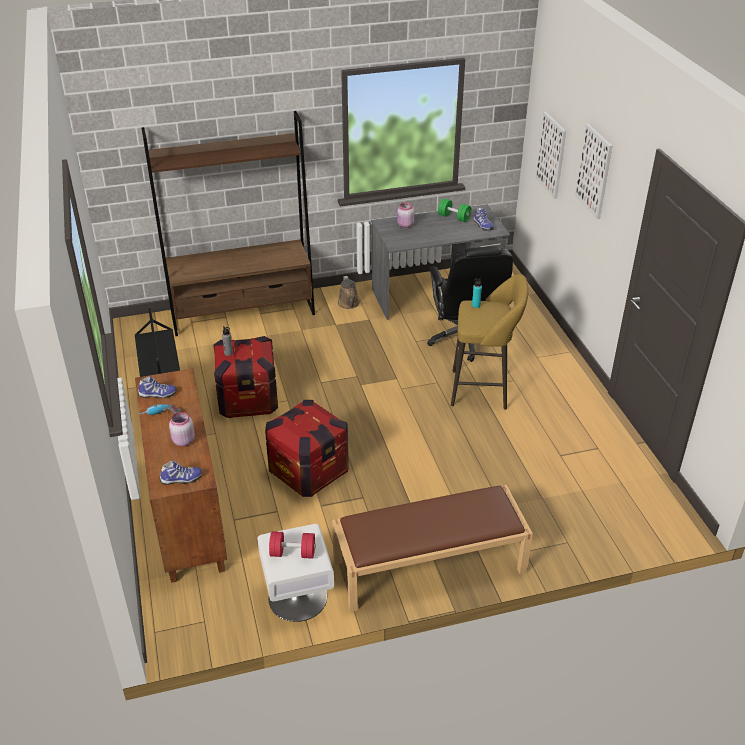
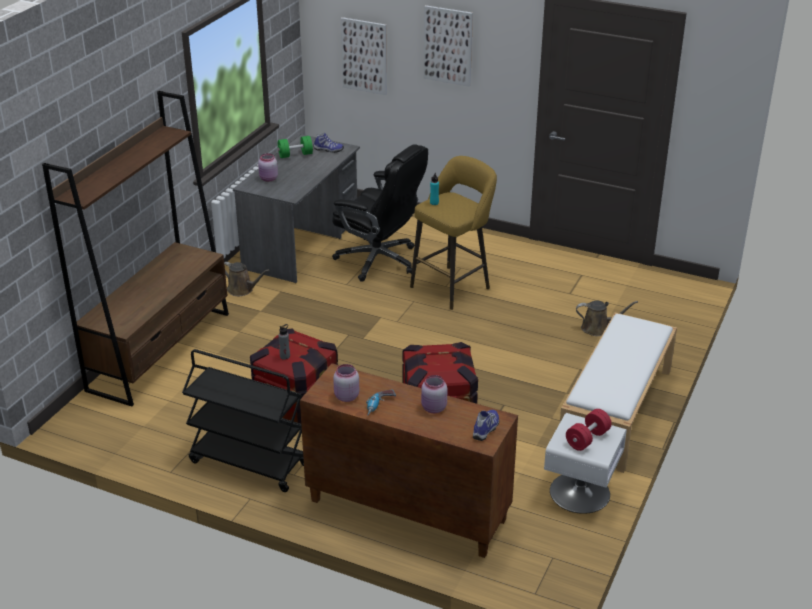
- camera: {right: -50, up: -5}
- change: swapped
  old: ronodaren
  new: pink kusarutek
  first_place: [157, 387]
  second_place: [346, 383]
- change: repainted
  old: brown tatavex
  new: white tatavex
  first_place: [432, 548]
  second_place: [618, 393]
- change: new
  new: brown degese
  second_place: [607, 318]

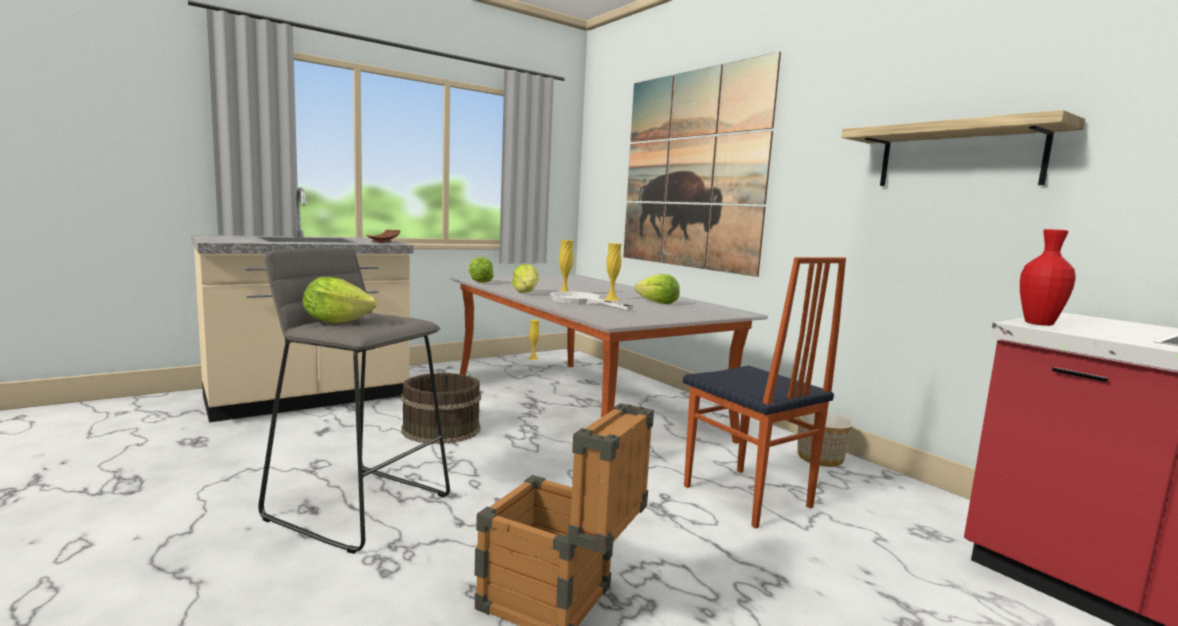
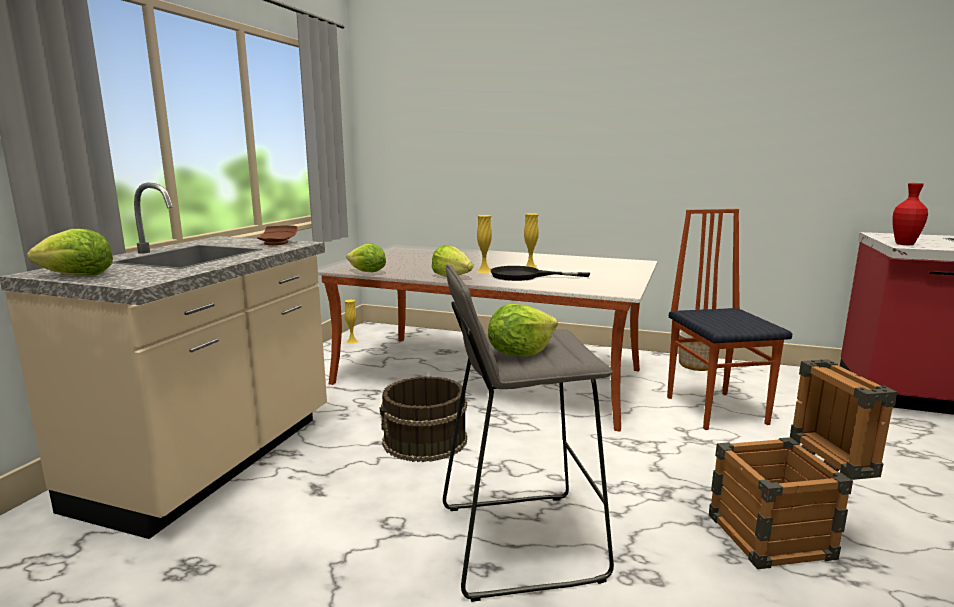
- camera: {right: -35, up: 5}
- change: gone
  old: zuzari
  first_place: [702, 164]
- change: gone
  old: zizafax
  first_place: [963, 148]
- change: rotated
  old: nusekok
  first_place: [764, 393]
  second_place: [729, 319]
  degrees: -120
- change: shifted
  old: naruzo
  first_place: [657, 289]
  second_place: [70, 252]
- change: repainted
  old: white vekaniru
  new: black vekaniru
  first_place: [592, 300]
  second_place: [540, 273]

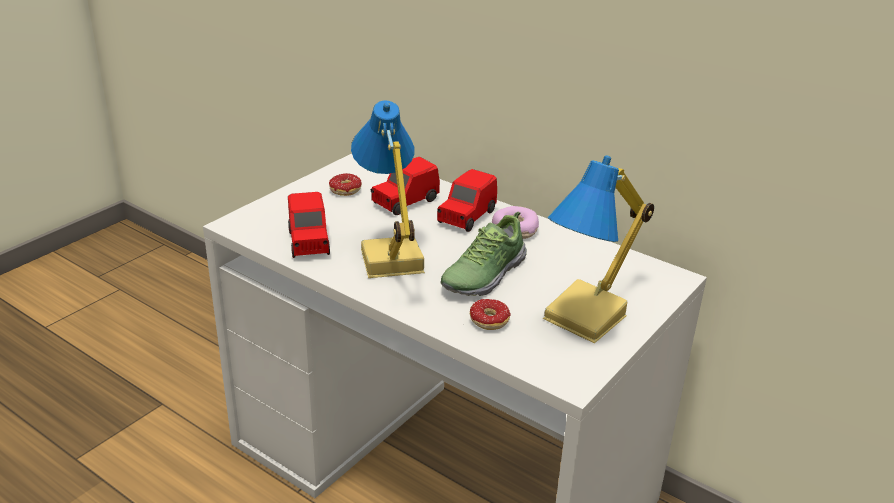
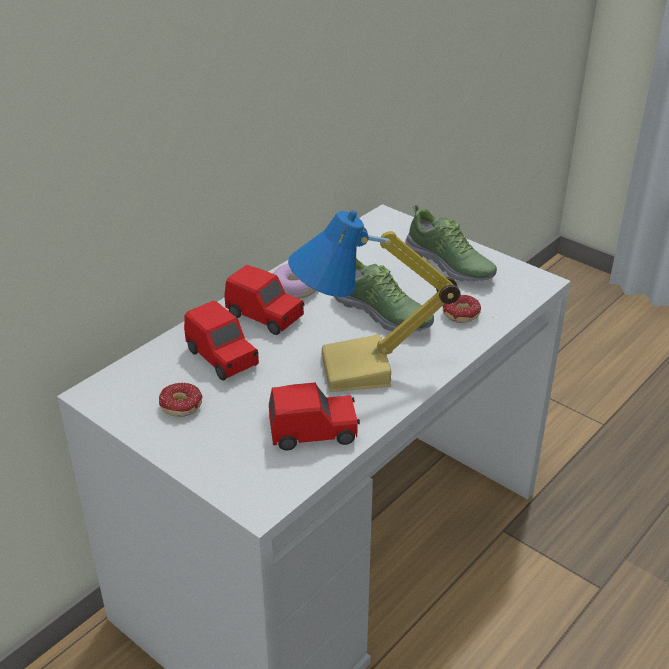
- camera: {right: -85, up: 5}
- change: swapped
  old: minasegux
  new: ronodaren
  first_place: [598, 249]
  second_place: [451, 243]

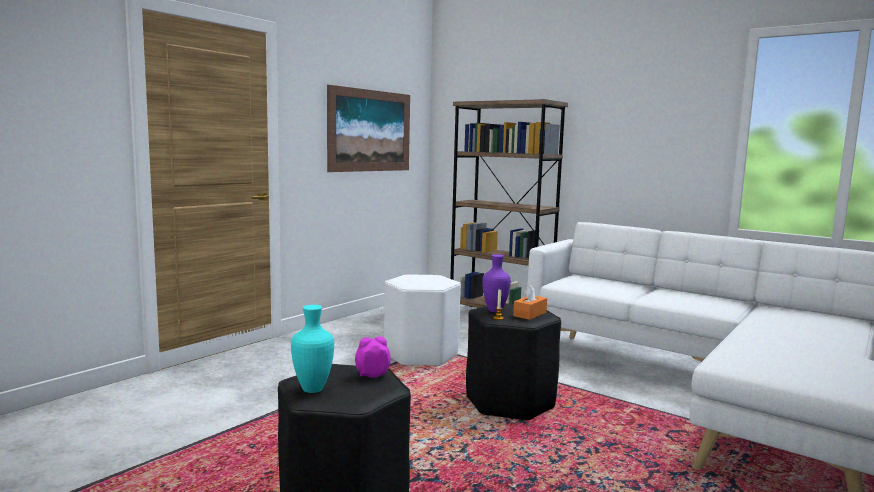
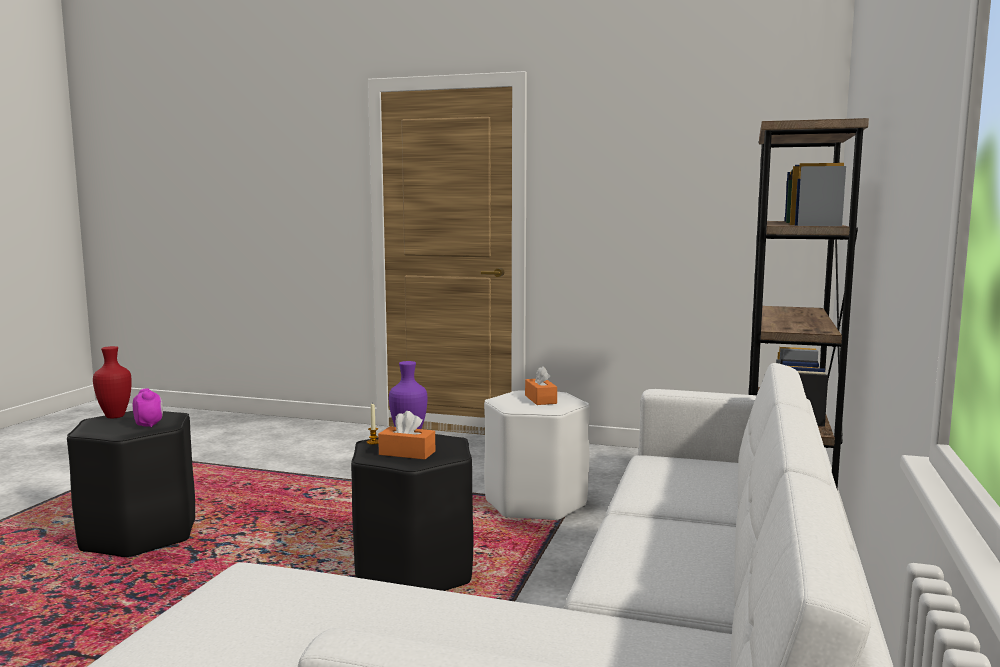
- camera: {right: 70, up: 0}
- change: gone
  old: zuzari
  first_place: [368, 128]
- change: repainted
  old: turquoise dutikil
  new: red dutikil
  first_place: [312, 349]
  second_place: [112, 382]
- change: new
  new: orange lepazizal
  second_place: [541, 385]

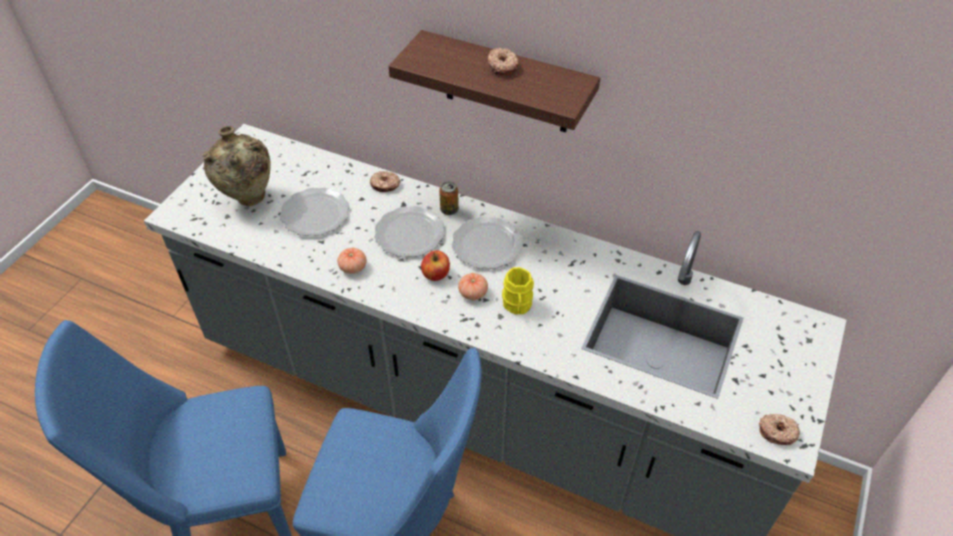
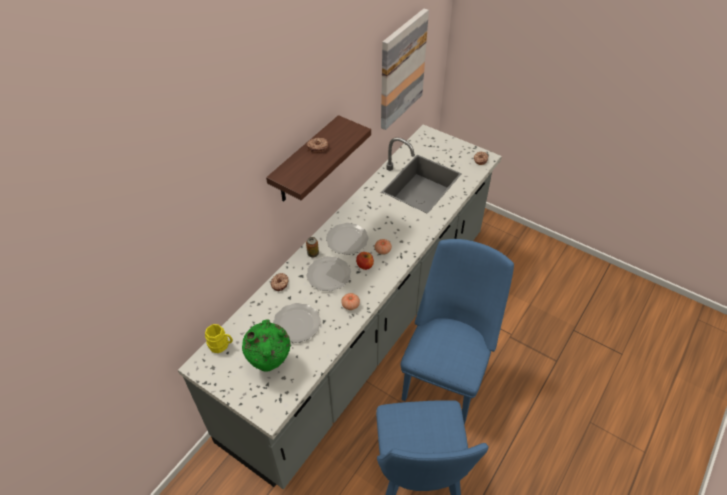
- camera: {right: -80, up: 0}
- change: repainted
  old: beige dutikil
  new: green dutikil
  first_place: [237, 166]
  second_place: [266, 345]
- change: shifted
  old: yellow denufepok
  first_place: [518, 290]
  second_place: [219, 338]
- change: new
  new: zuzari
  second_place: [405, 69]

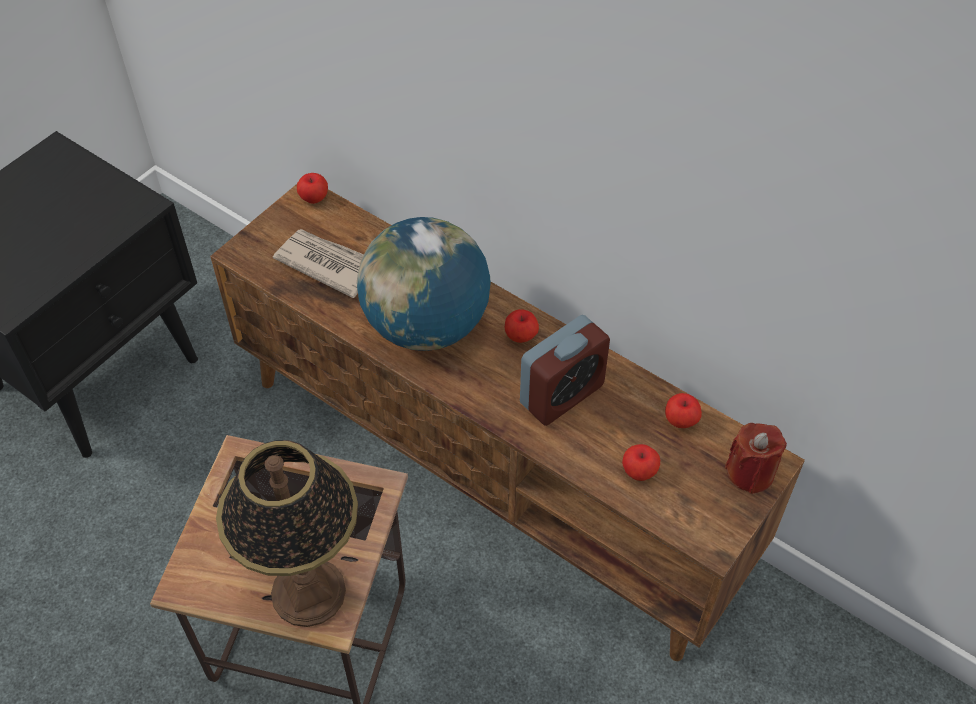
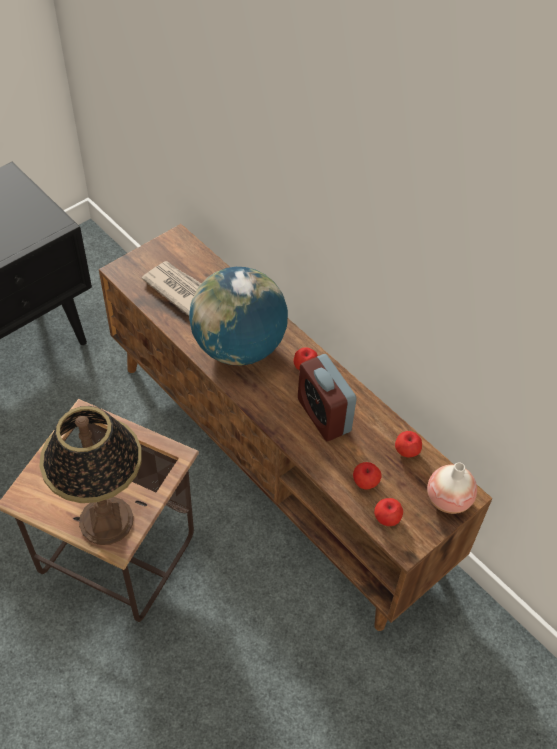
- camera: {right: 10, up: 0}
- change: shifted
  old: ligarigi
  first_place: [312, 188]
  second_place: [388, 512]
- change: rotated
  old: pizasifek
  first_place: [565, 370]
  second_place: [327, 397]
  degrees: 90
- change: swapped
  old: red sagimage
  new: dutikil
  first_place: [756, 458]
  second_place: [452, 488]

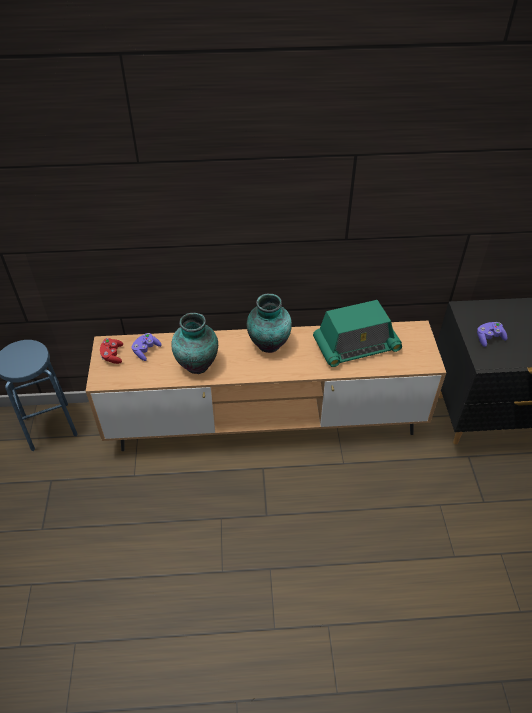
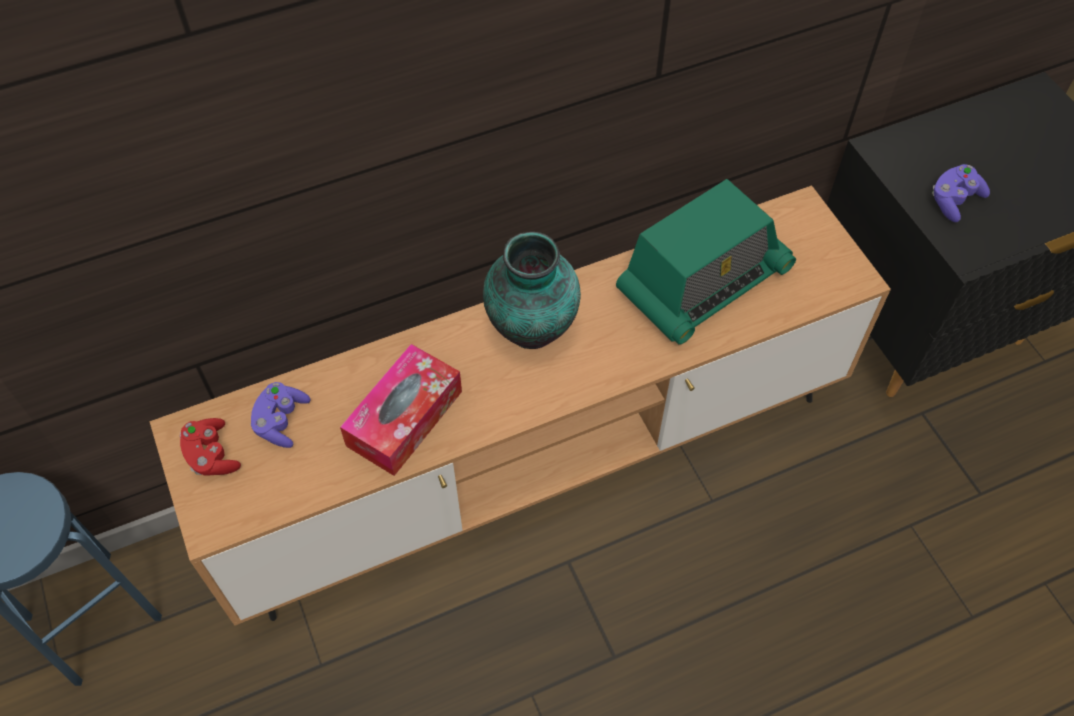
- camera: {right: -20, up: 10}
- change: swapped
  old: dutikil
  new: lepazizal
  first_place: [194, 343]
  second_place: [401, 410]

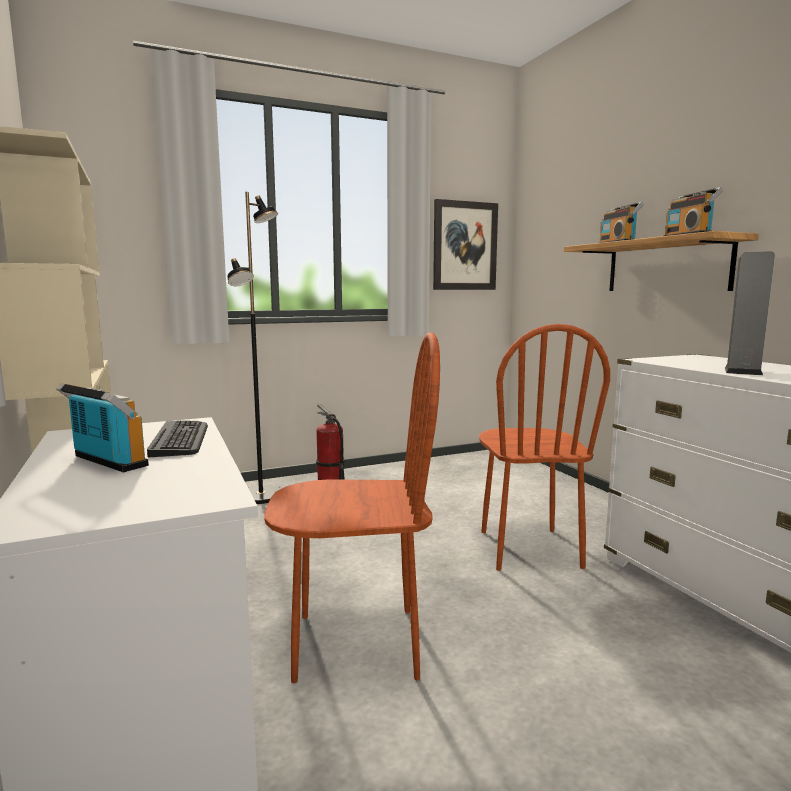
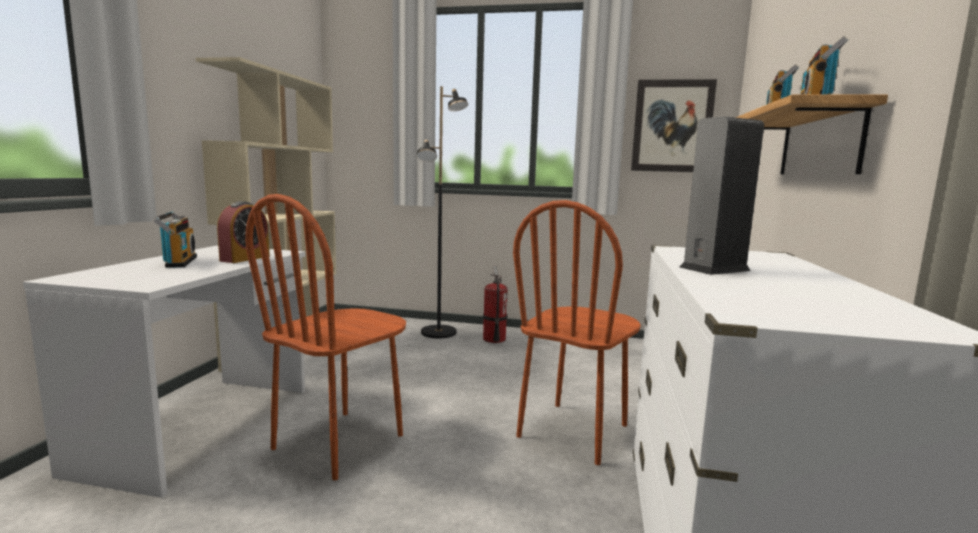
- camera: {right: 35, up: 0}
- change: rotated
  old: brown nusekok
  first_place: [352, 507]
  second_place: [325, 337]
  degrees: 90
- change: swapped
  old: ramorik
  new: pizasifek
  first_place: [177, 438]
  second_place: [243, 232]

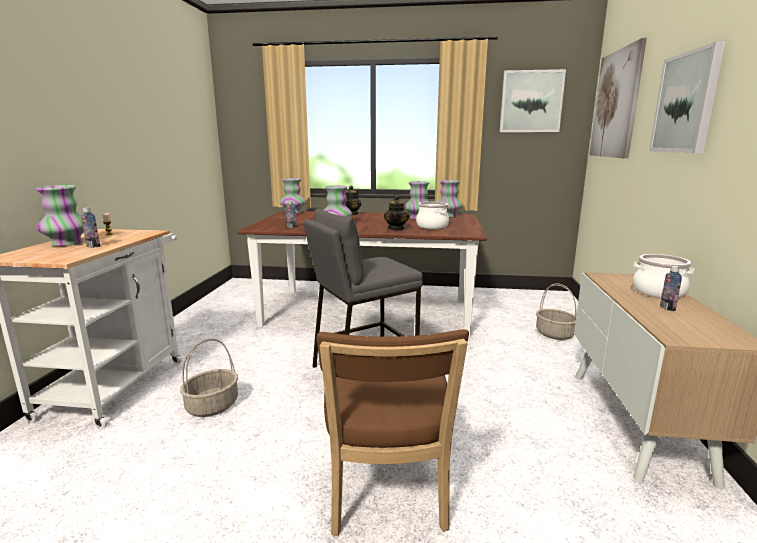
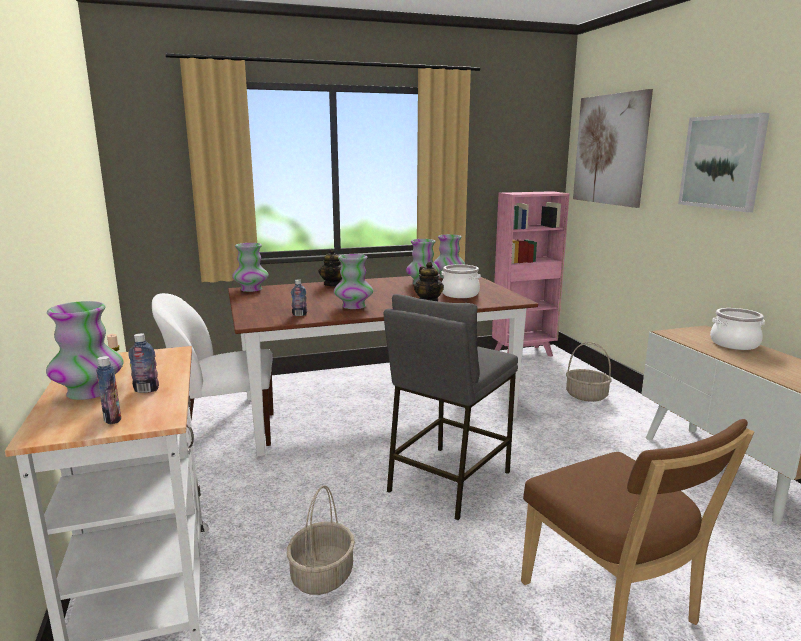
- camera: {right: -25, up: 0}
- change: gone
  old: zuzari
  first_place: [533, 100]
- change: shifted
  old: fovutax
  first_place: [671, 288]
  second_place: [108, 390]
- change: new
  new: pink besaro
  second_place: [531, 274]
- change: new
  new: white nusekok
  second_place: [213, 369]

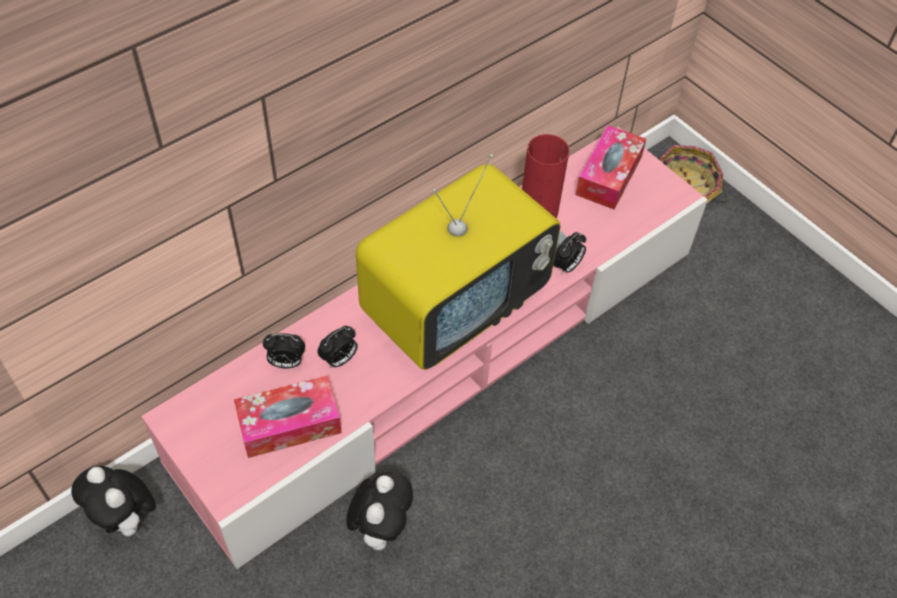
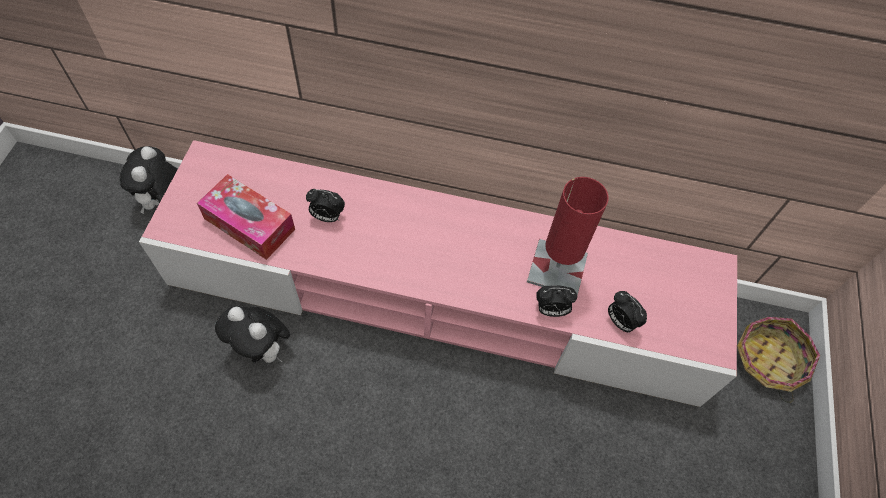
- camera: {right: 50, up: 5}
- change: gone
  old: lepazizal
  first_place: [610, 167]
- change: gone
  old: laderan
  first_place: [458, 262]
- change: shifted
  old: pizasifek
  first_place: [284, 351]
  second_place: [627, 311]
- change: rotated
  old: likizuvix
  first_place: [379, 511]
  second_place: [253, 334]
  degrees: 60

